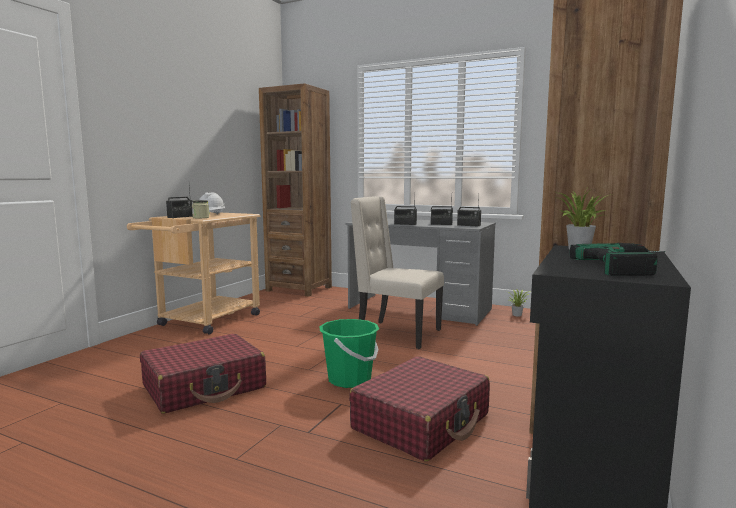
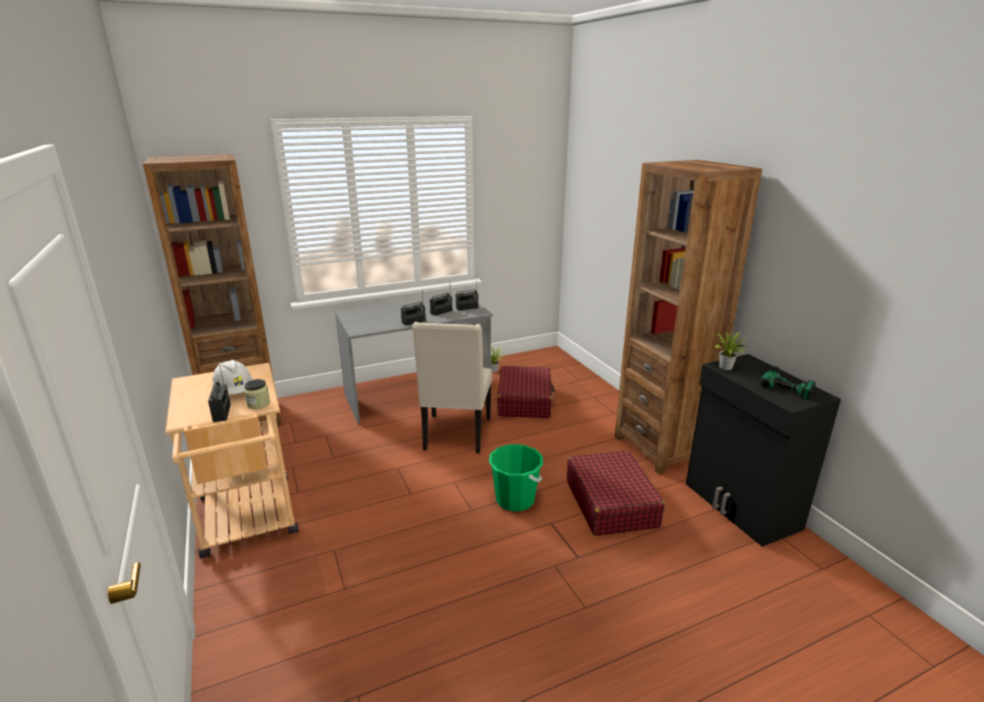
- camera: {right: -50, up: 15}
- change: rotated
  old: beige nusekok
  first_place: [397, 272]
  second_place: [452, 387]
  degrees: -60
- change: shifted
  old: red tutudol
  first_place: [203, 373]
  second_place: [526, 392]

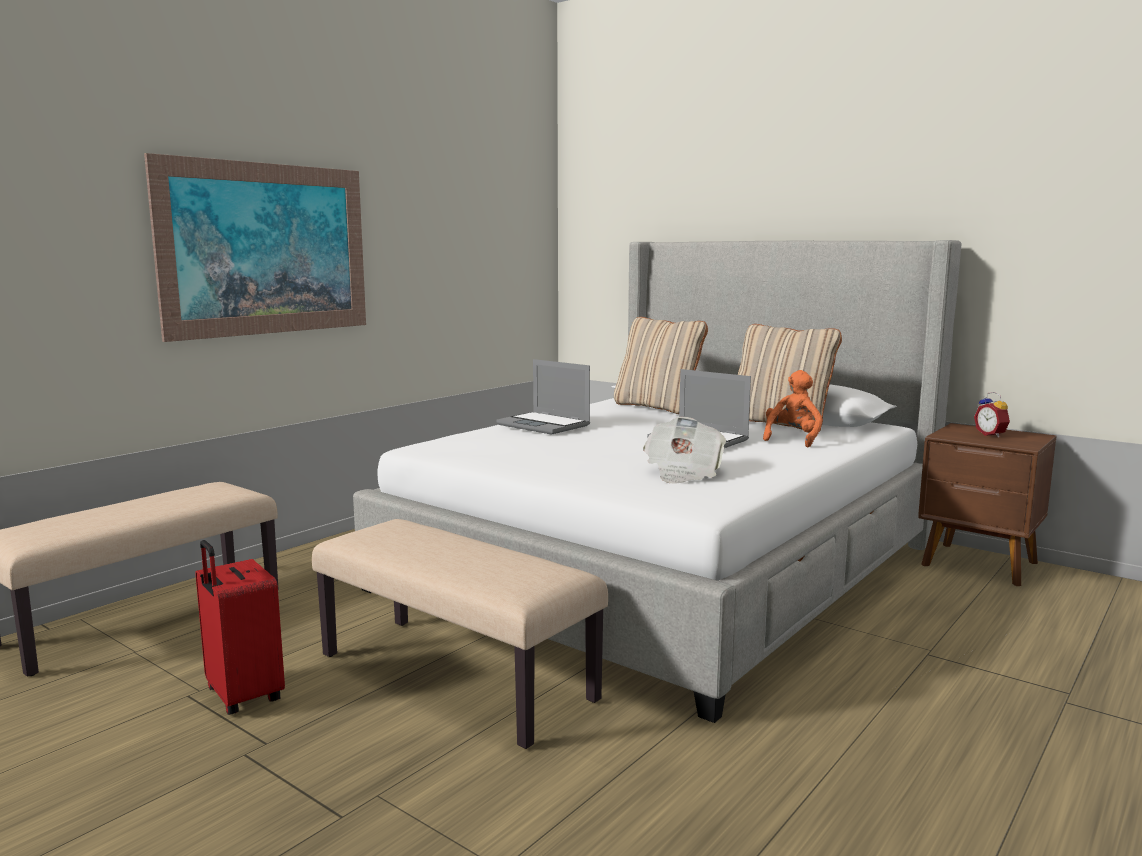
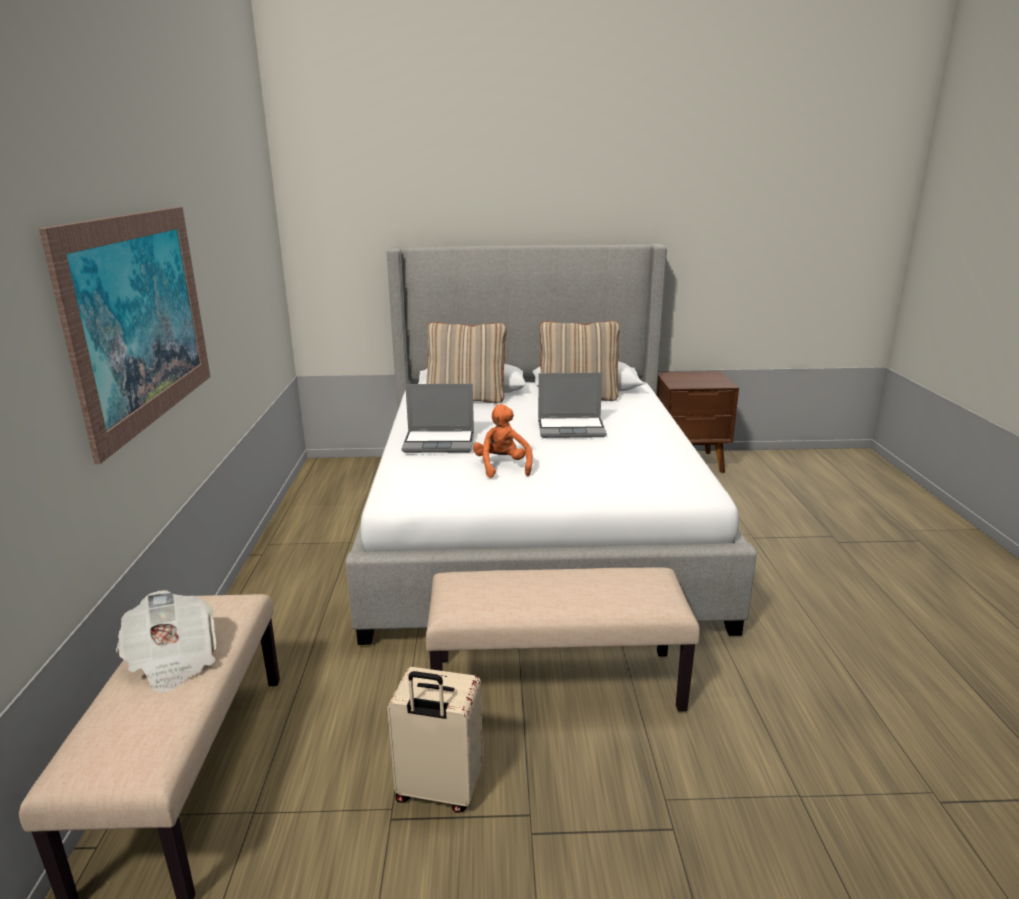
- camera: {right: -40, up: 10}
- change: shifted
  old: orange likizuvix
  first_place: [793, 408]
  second_place: [503, 441]
- change: gone
  old: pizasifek
  first_place: [992, 414]
- change: shifted
  old: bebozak
  first_place: [684, 450]
  second_place: [166, 641]
- change: repainted
  old: red tutudol
  new: beige tutudol
  first_place: [240, 627]
  second_place: [435, 740]

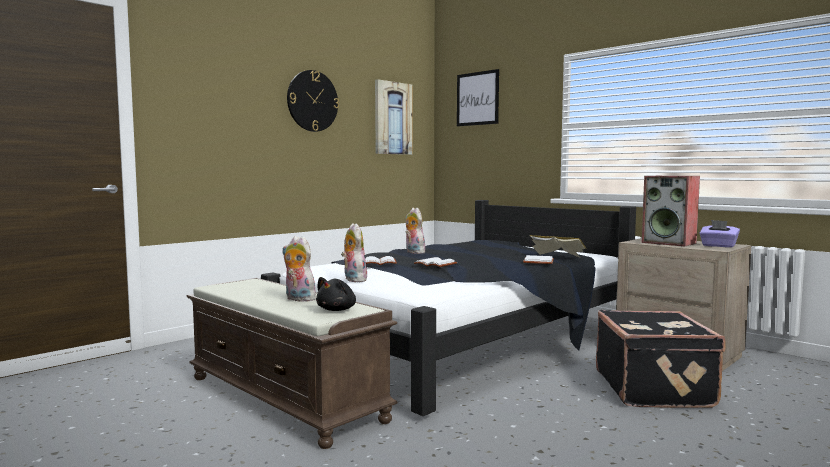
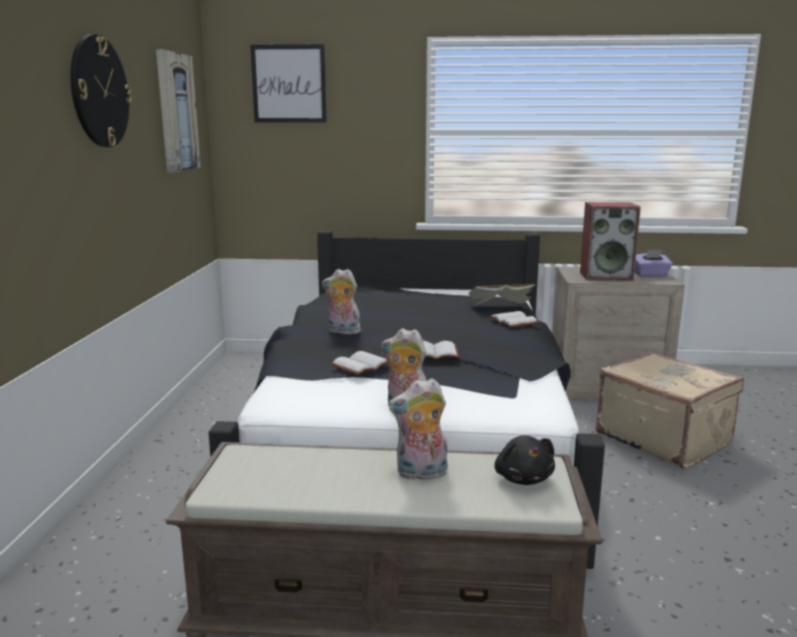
- camera: {right: -40, up: 10}
- change: repainted
  old: black tutudol
  new: beige tutudol
  first_place: [661, 359]
  second_place: [670, 410]

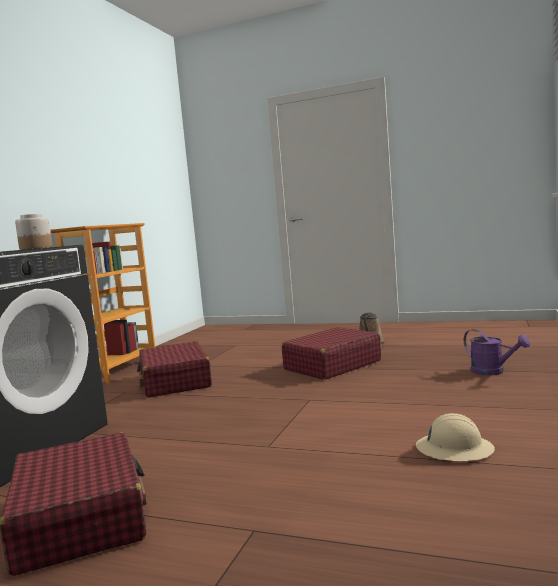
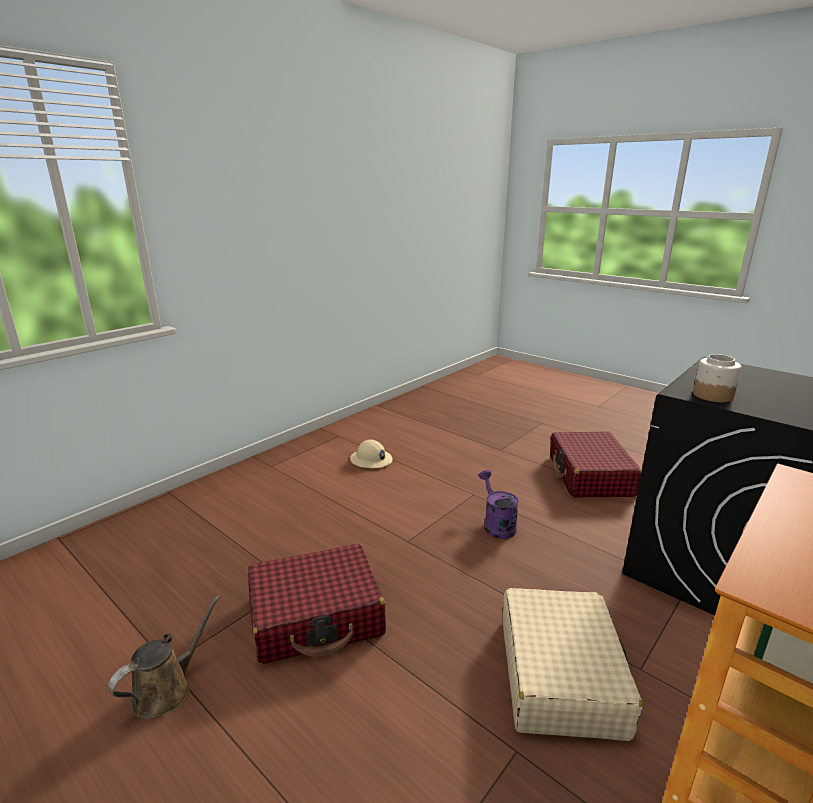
- camera: {right: -160, up: 15}
- change: shifted
  old: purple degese
  first_place: [497, 352]
  second_place: [499, 504]
- change: repainted
  old: red tutudol
  new: beige tutudol
  first_place: [174, 369]
  second_place: [572, 664]

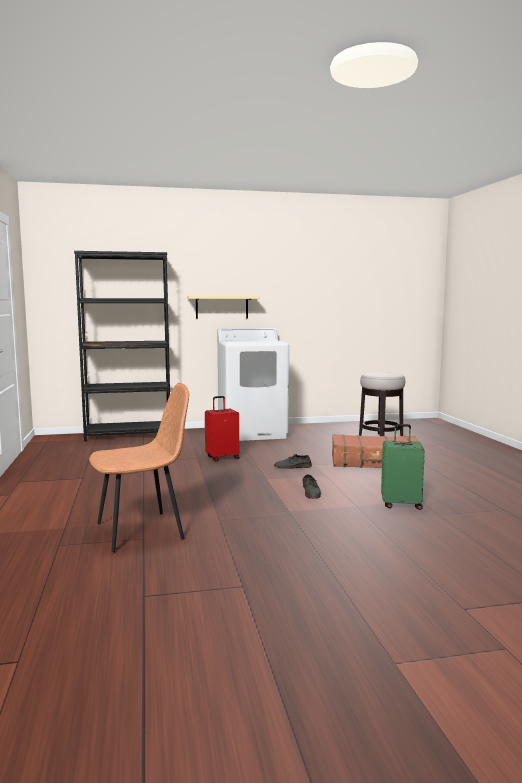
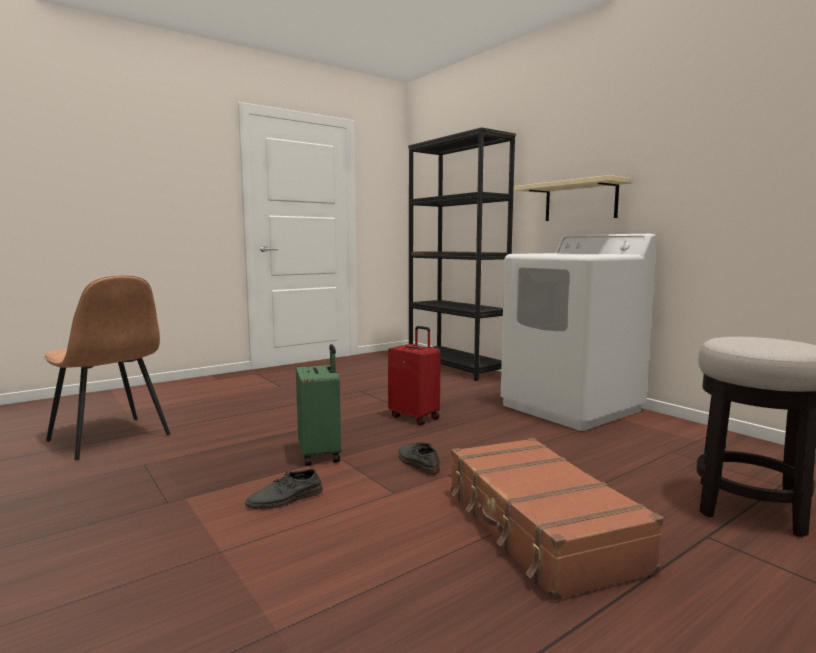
- camera: {right: 65, up: 0}
- change: shifted
  old: green tutudol
  first_place: [403, 467]
  second_place: [318, 405]

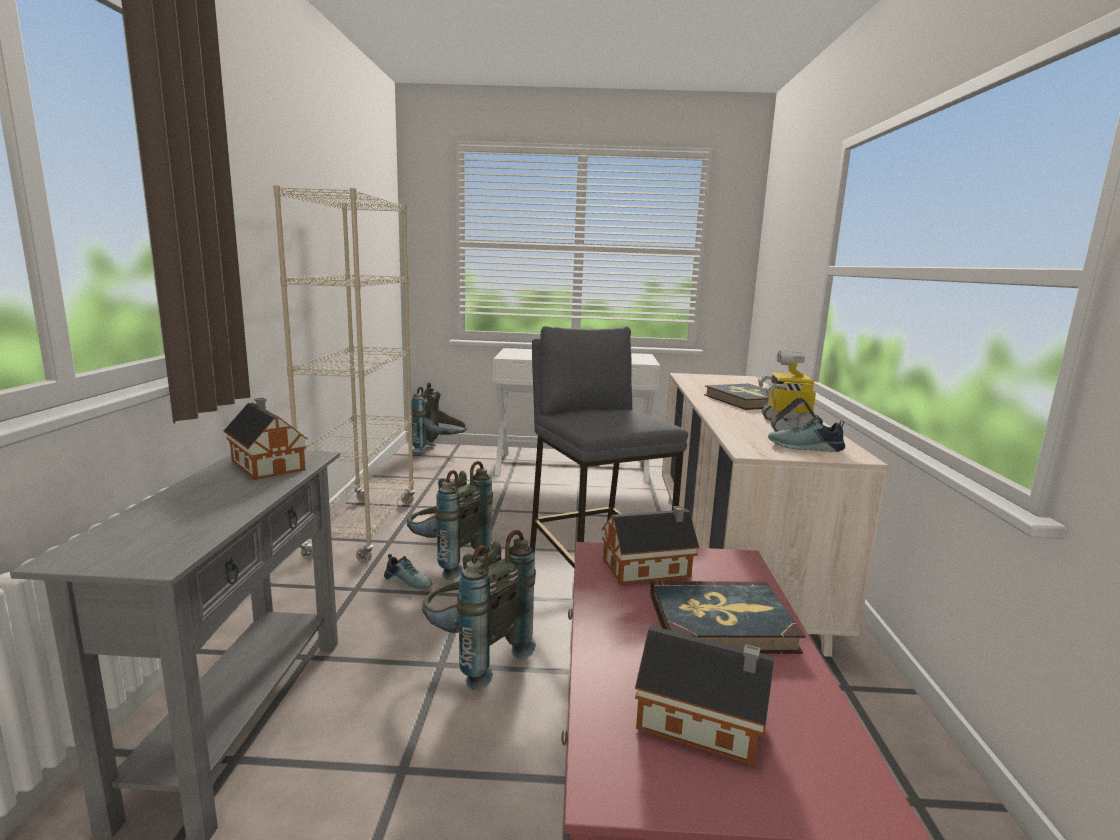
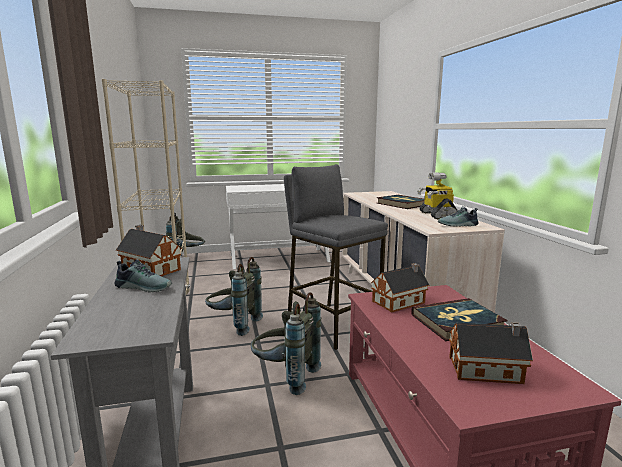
- camera: {right: -15, up: 0}
- change: shifted
  old: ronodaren
  first_place: [408, 572]
  second_place: [143, 276]

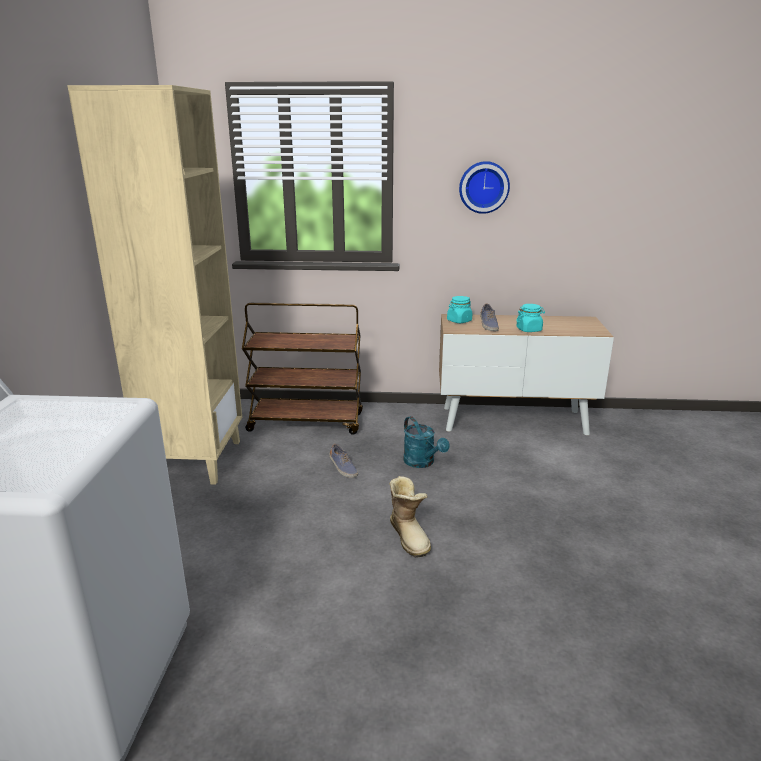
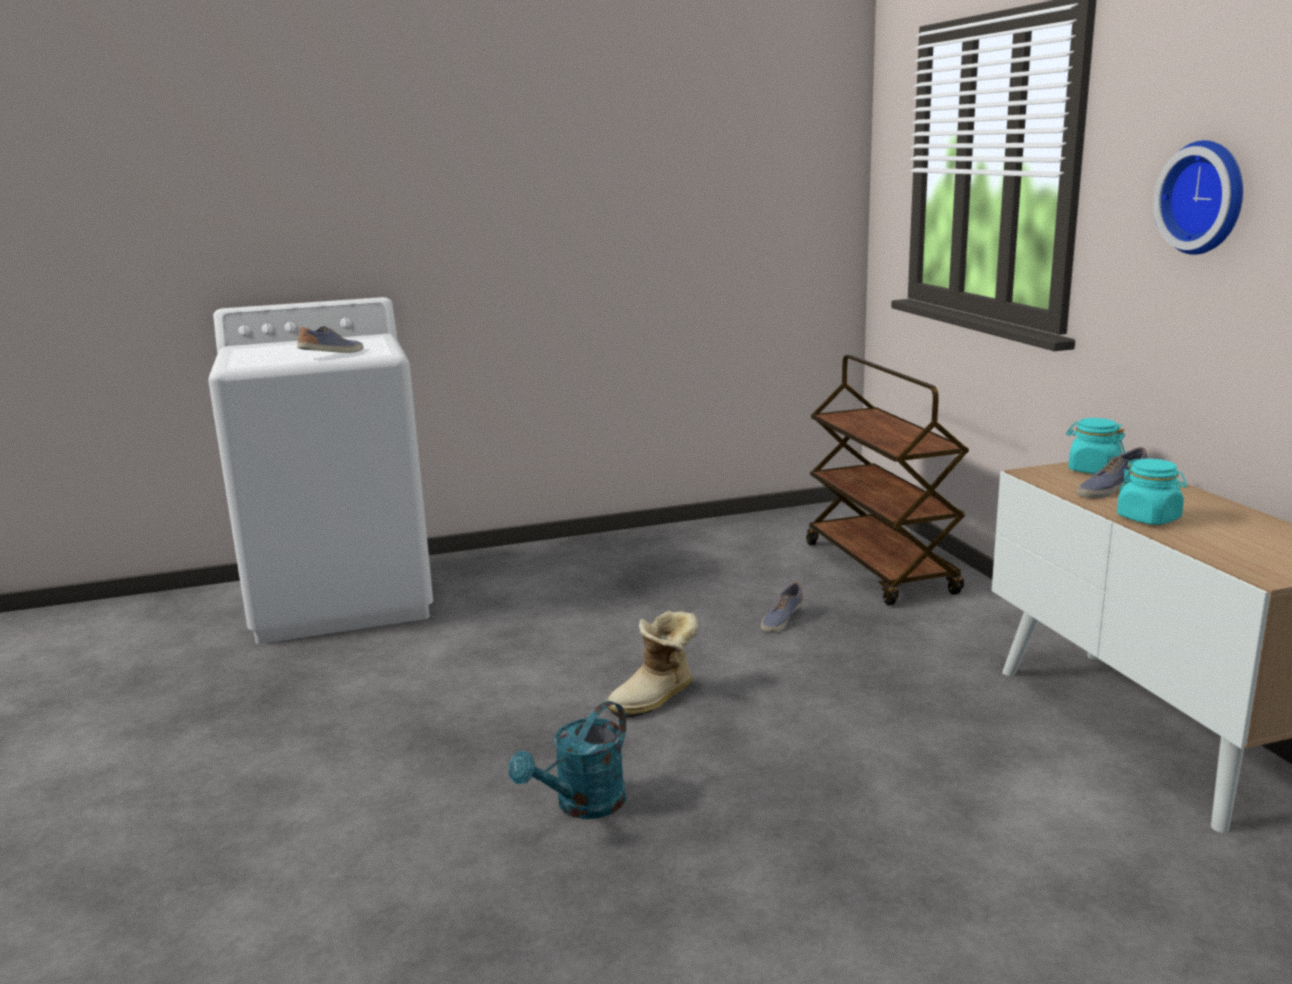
- camera: {right: 70, up: -5}
- change: gone
  old: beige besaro
  first_place: [154, 285]
- change: shifted
  old: turquoise degese
  first_place: [426, 442]
  second_place: [567, 760]
- change: new
  new: ronodaren
  second_place: [330, 339]

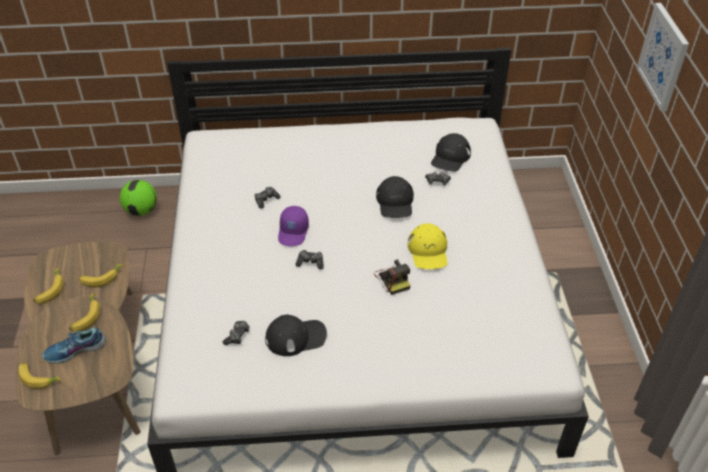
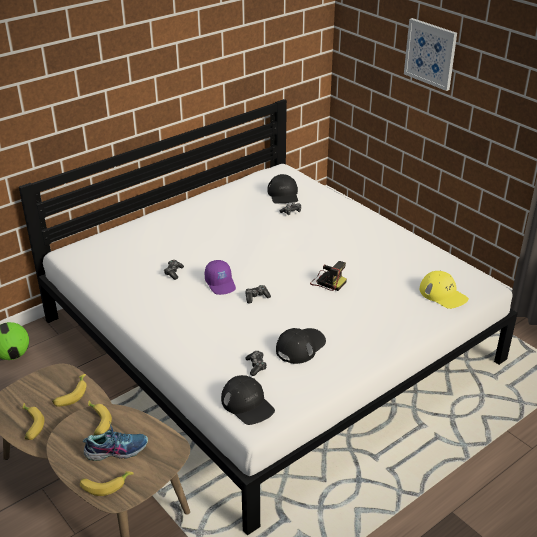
- camera: {right: -35, up: -10}
- change: shifted
  old: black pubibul
  first_place: [395, 197]
  second_place: [248, 400]
- change: shifted
  old: yellow pubibul
  first_place: [427, 246]
  second_place: [444, 290]
- change: rotated
  old: ronodaren
  first_place: [74, 345]
  second_place: [115, 442]
  degrees: -135

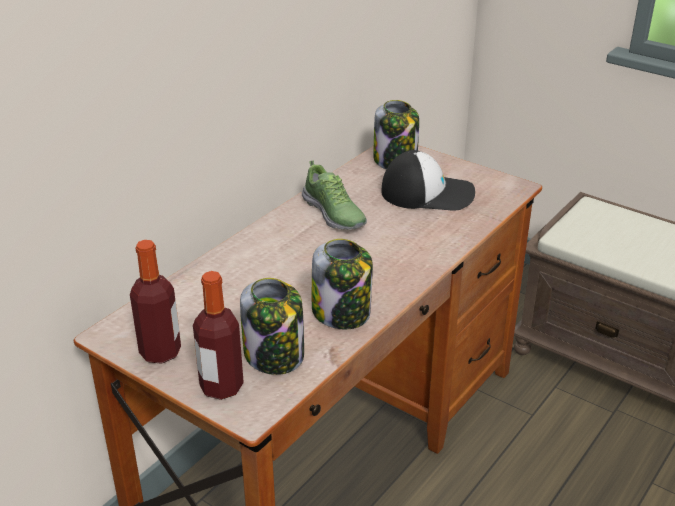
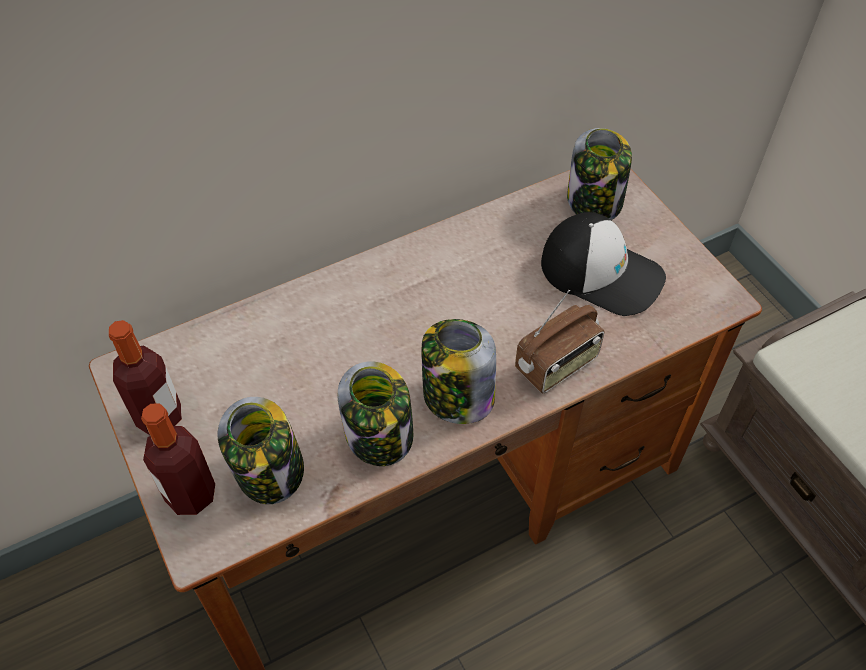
- camera: {right: 25, up: 20}
- change: gone
  old: ronodaren
  first_place: [334, 195]
- change: new
  new: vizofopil
  second_place: [560, 341]
- change: new
  new: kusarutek
  second_place: [458, 371]

